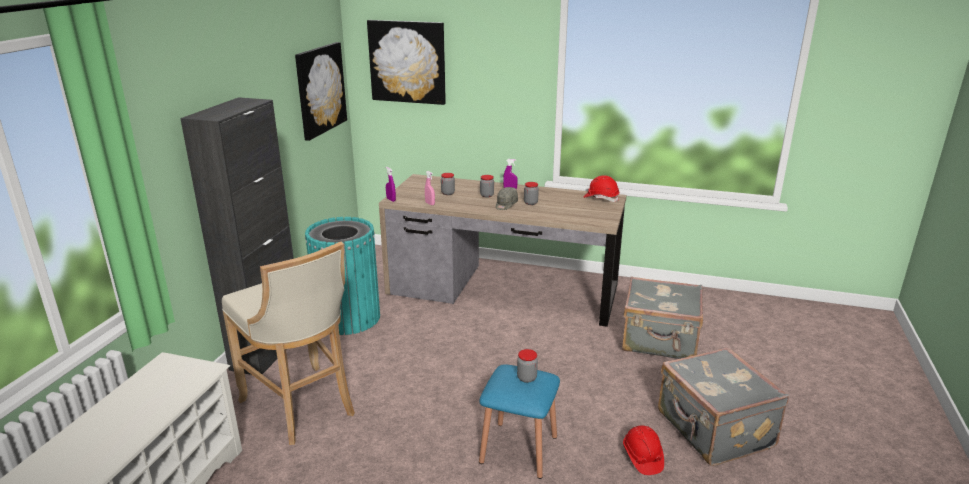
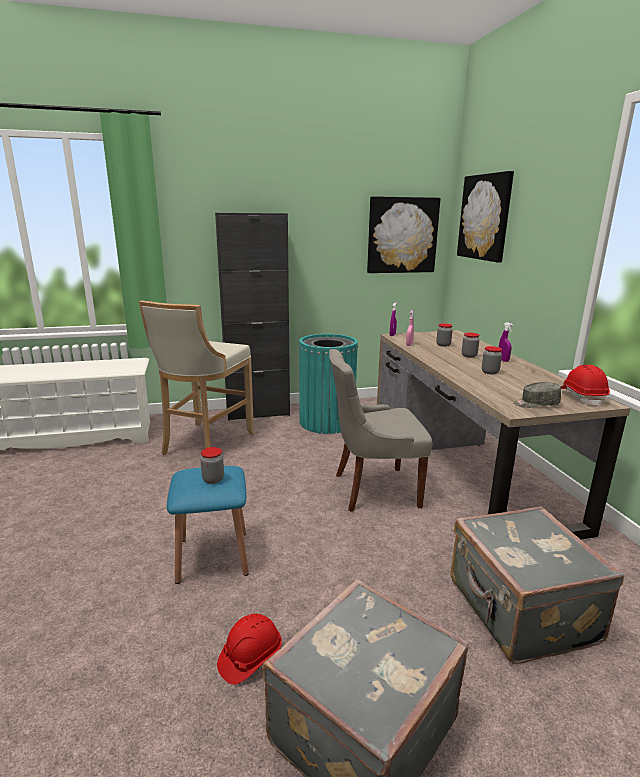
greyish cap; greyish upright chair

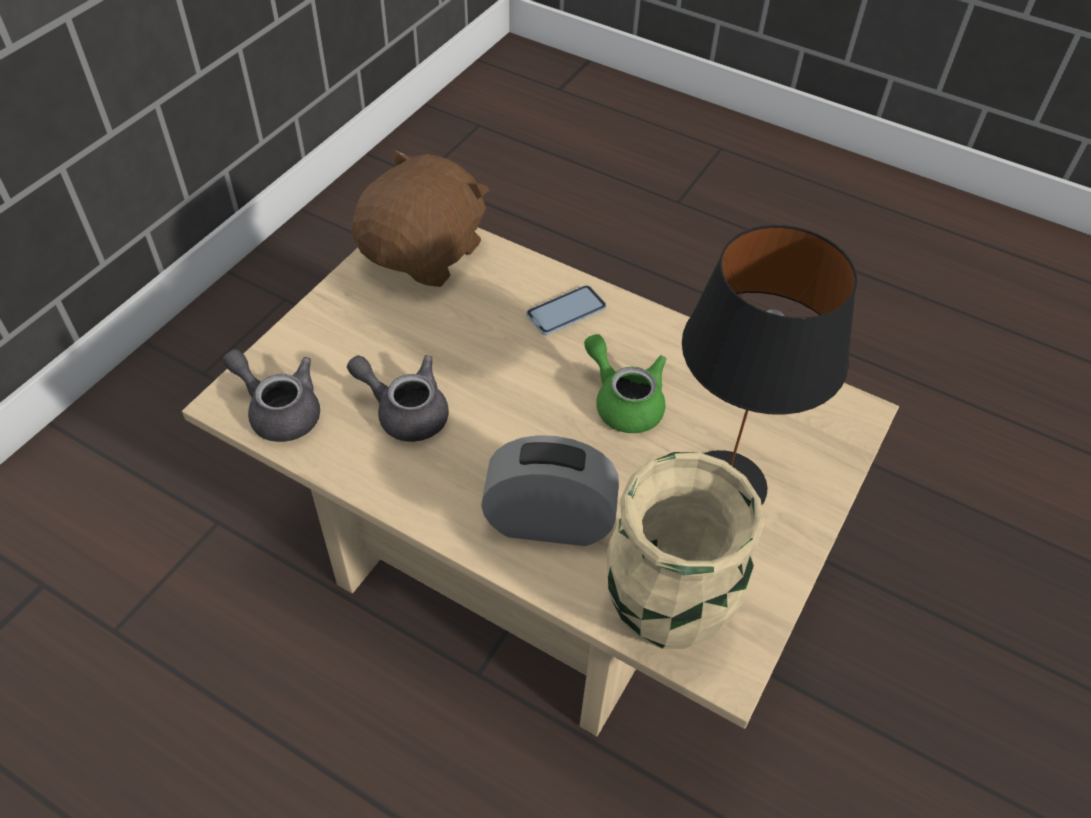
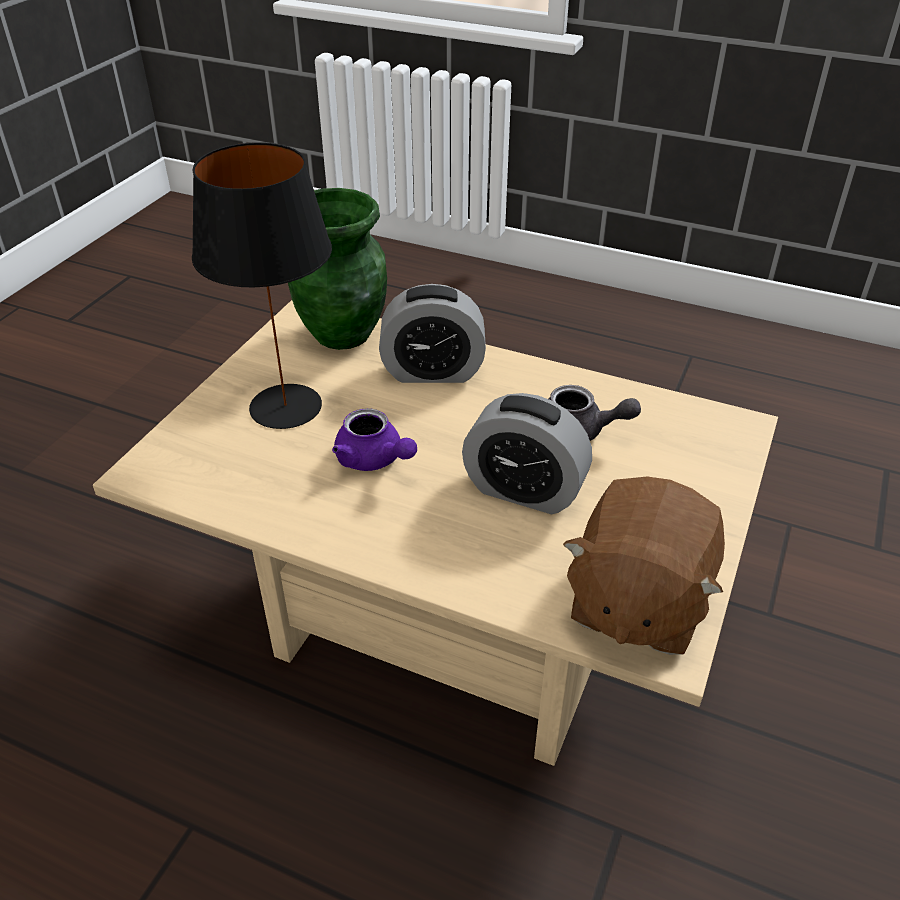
phone; purplish pot for tea; greyish pot for tea (no. 1 from left in the first image); green vase; alarm clock (no. 2 from left)

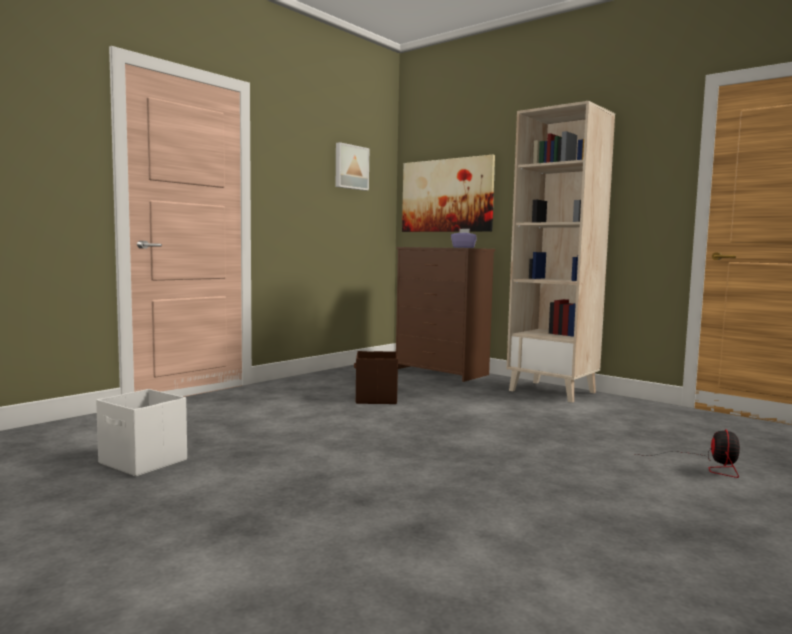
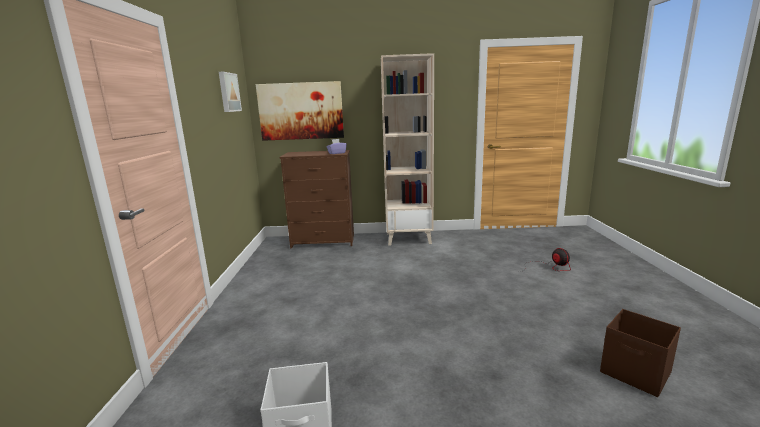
brownish storage container

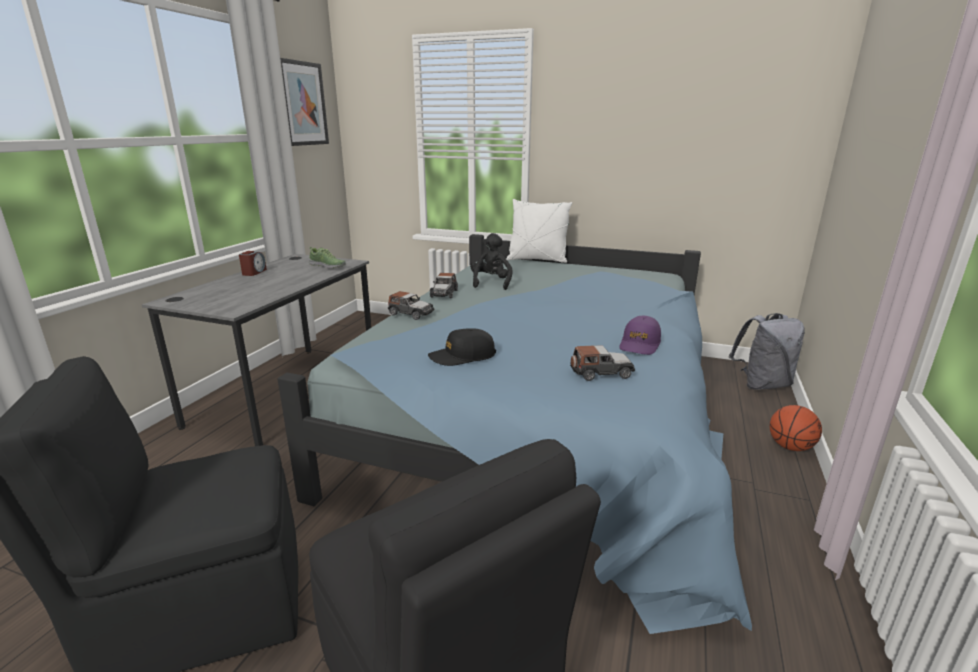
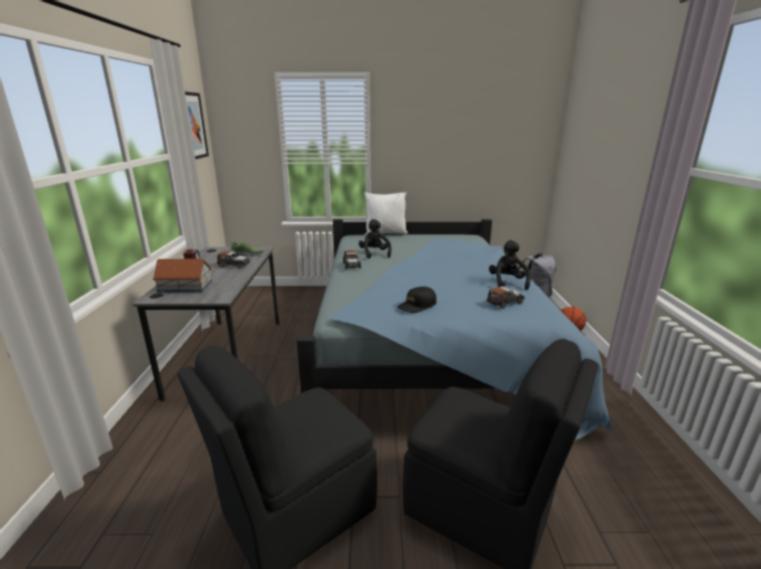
toy car (no. 1 from left); black soft toy (no. 2 from left); toy house

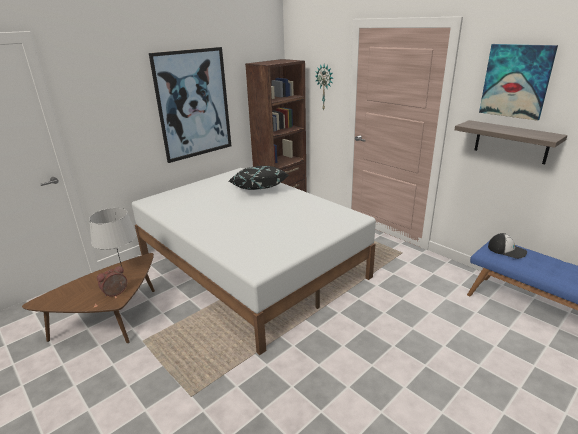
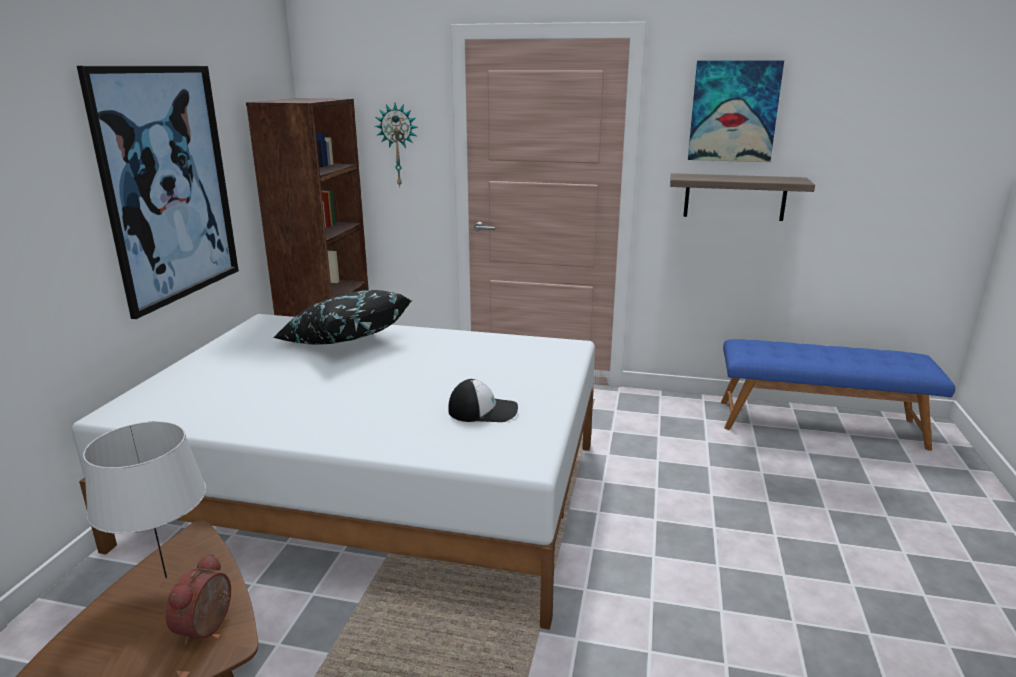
cap

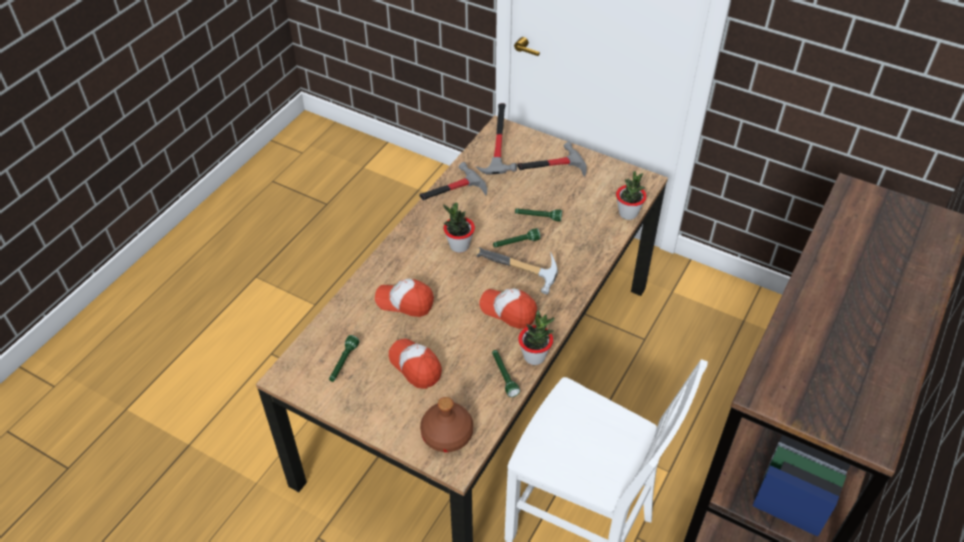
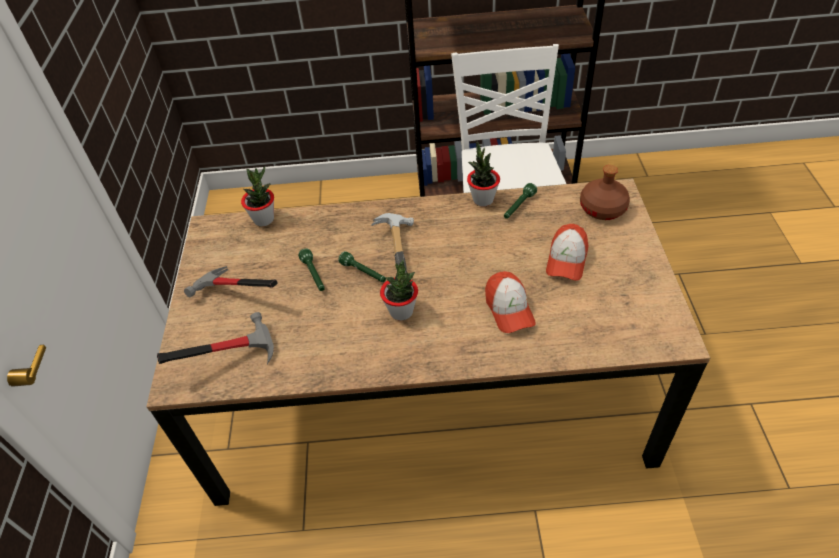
hammer (no. 1 from left in the first image); cap (no. 3 from left in the first image); green hand torch (no. 1 from left in the first image)

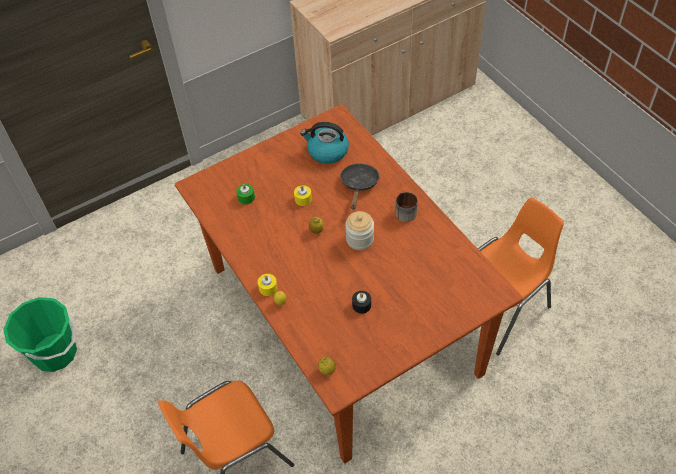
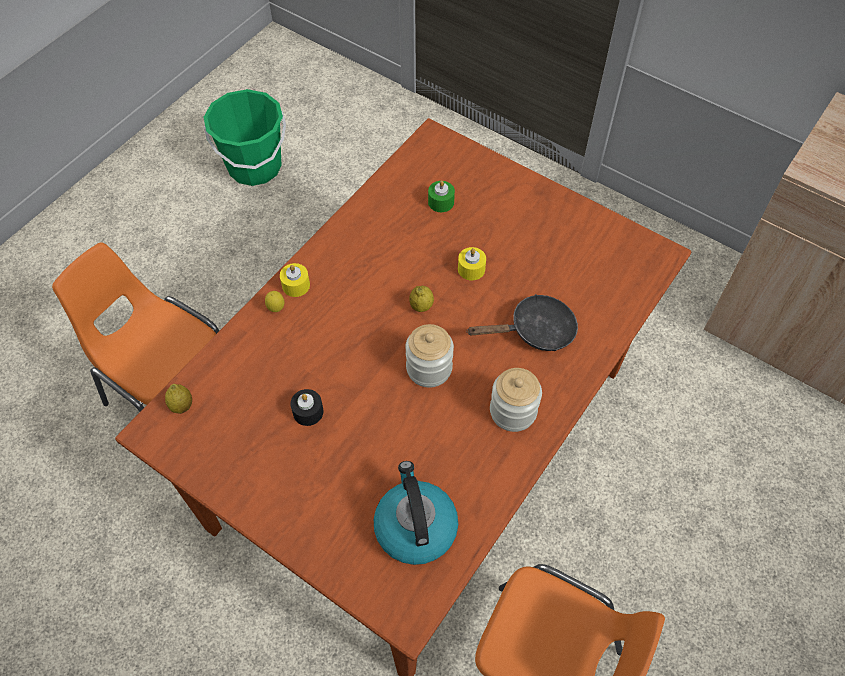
tea kettle; storage jar (no. 2 from left)

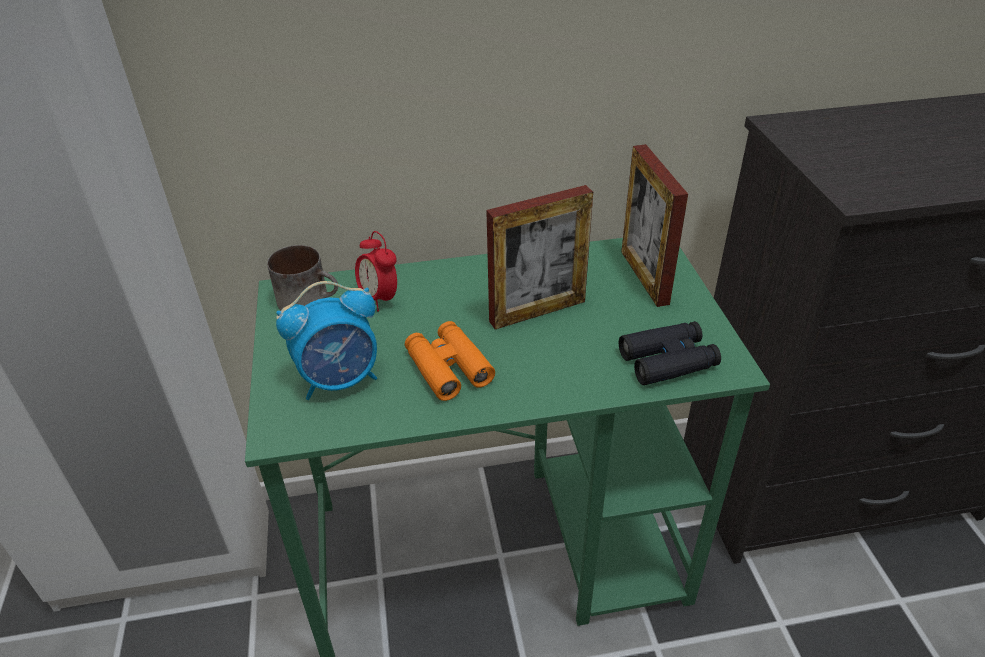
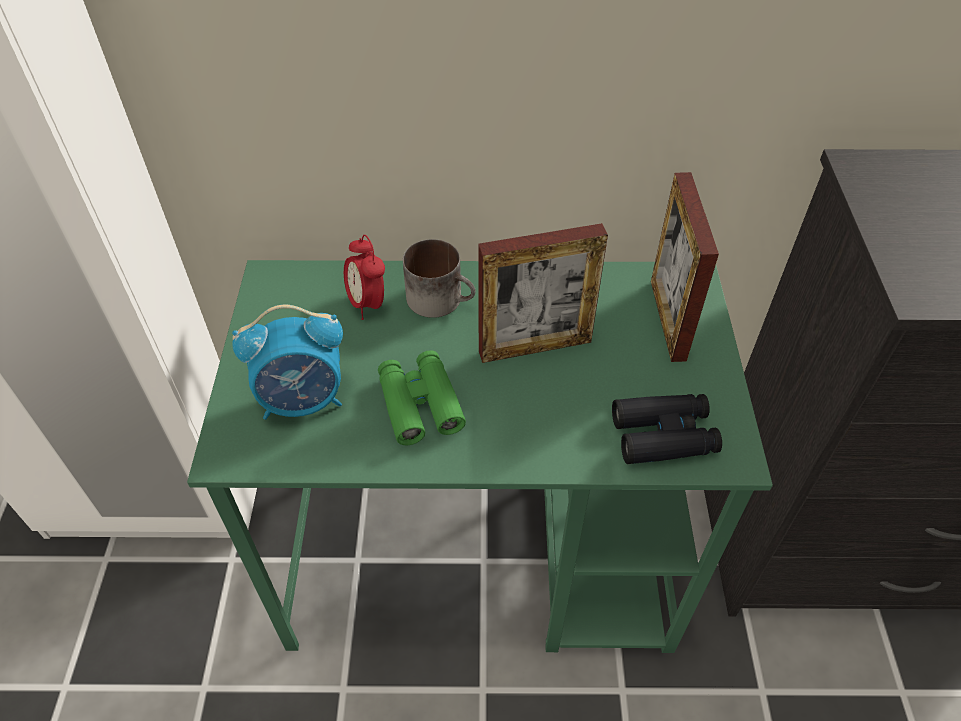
tea mug; green pair of binoculars

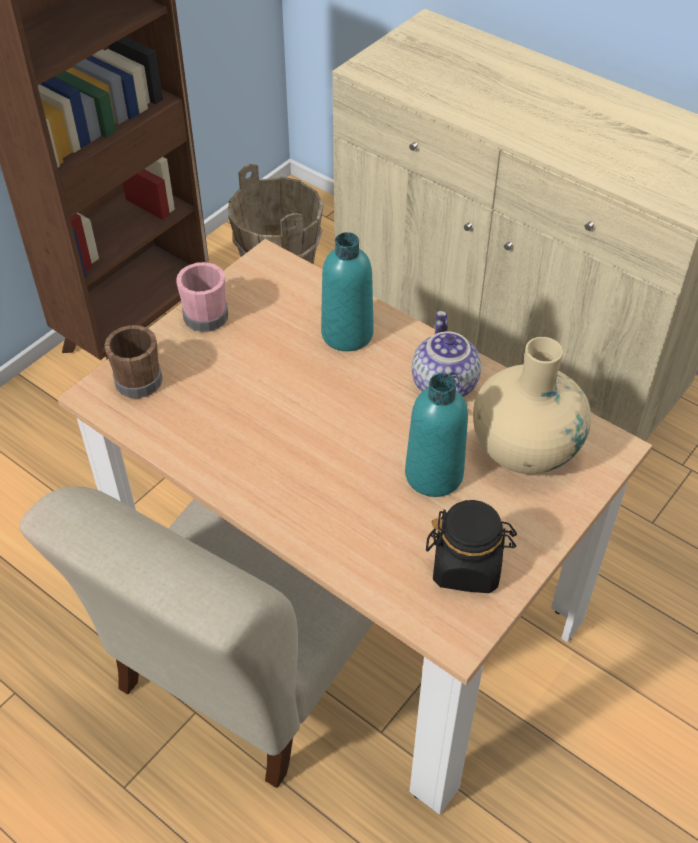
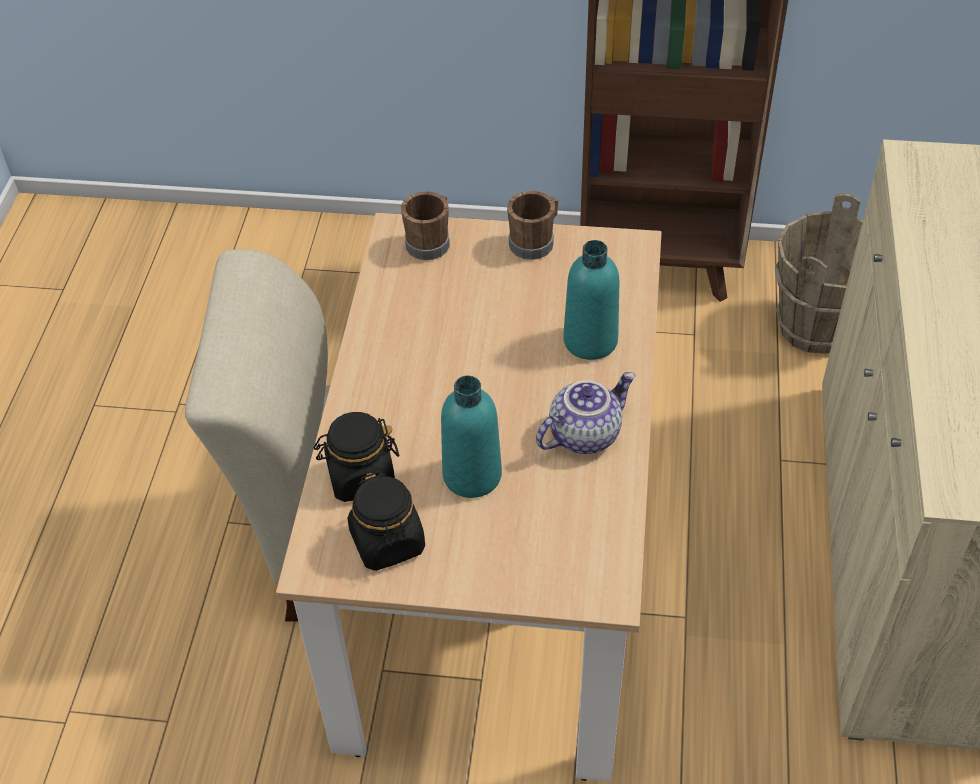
brownish tea mug (no. 2 from left); sand-coloured vase; black storage jar (no. 1 from left)

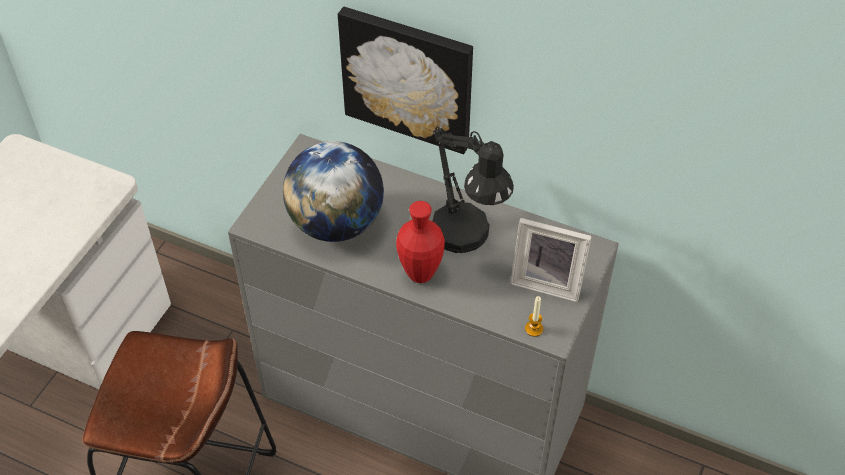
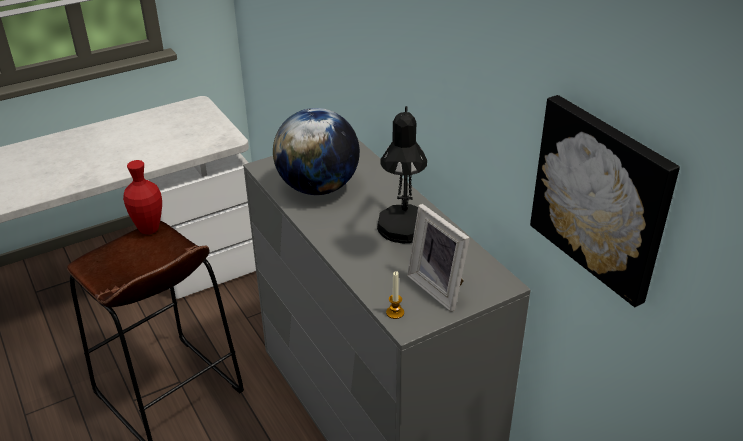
picture; red vase

